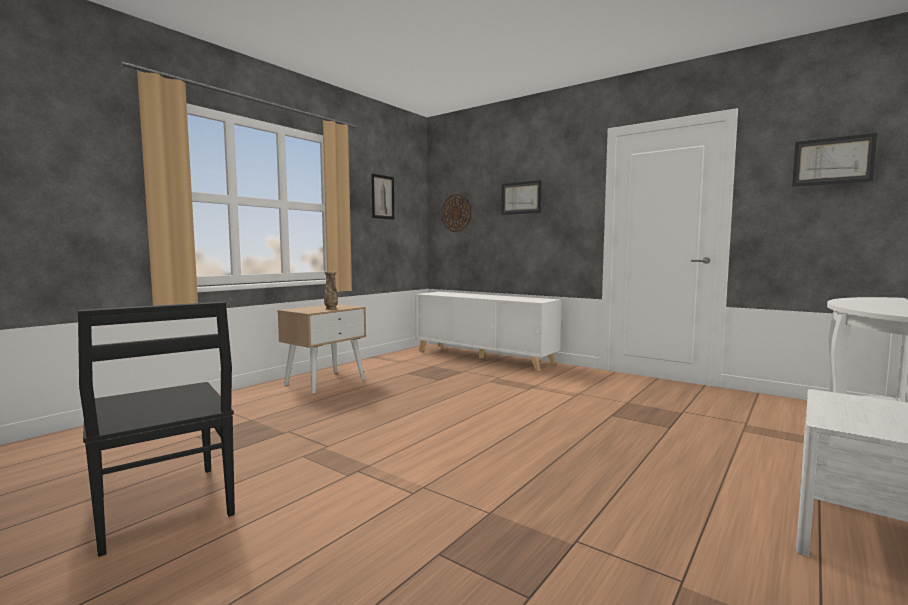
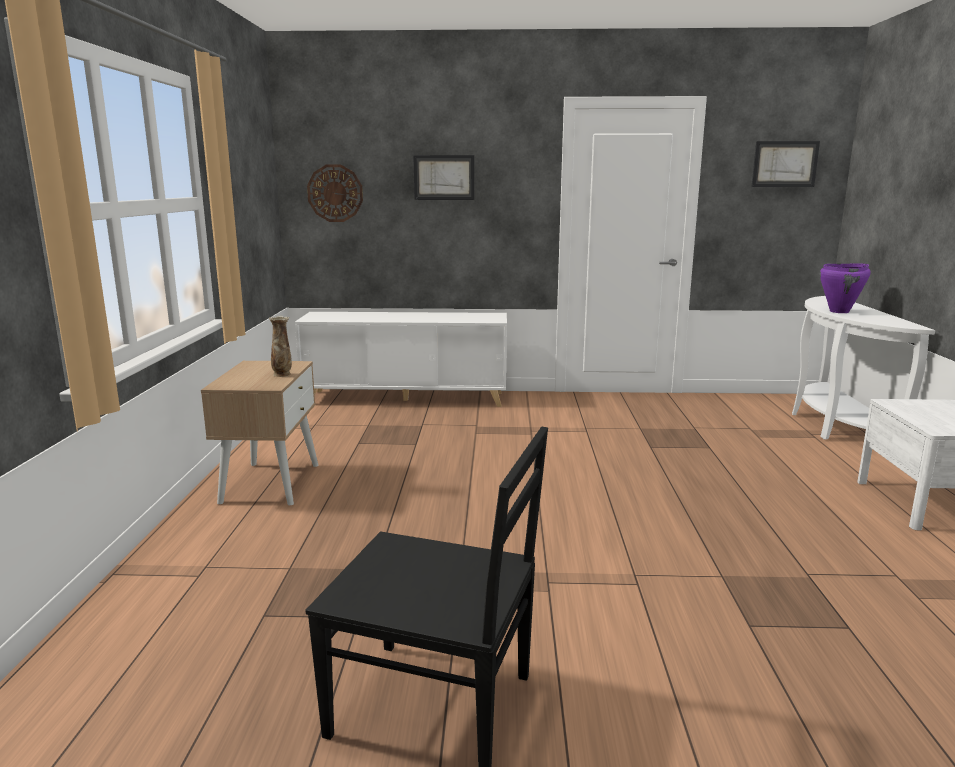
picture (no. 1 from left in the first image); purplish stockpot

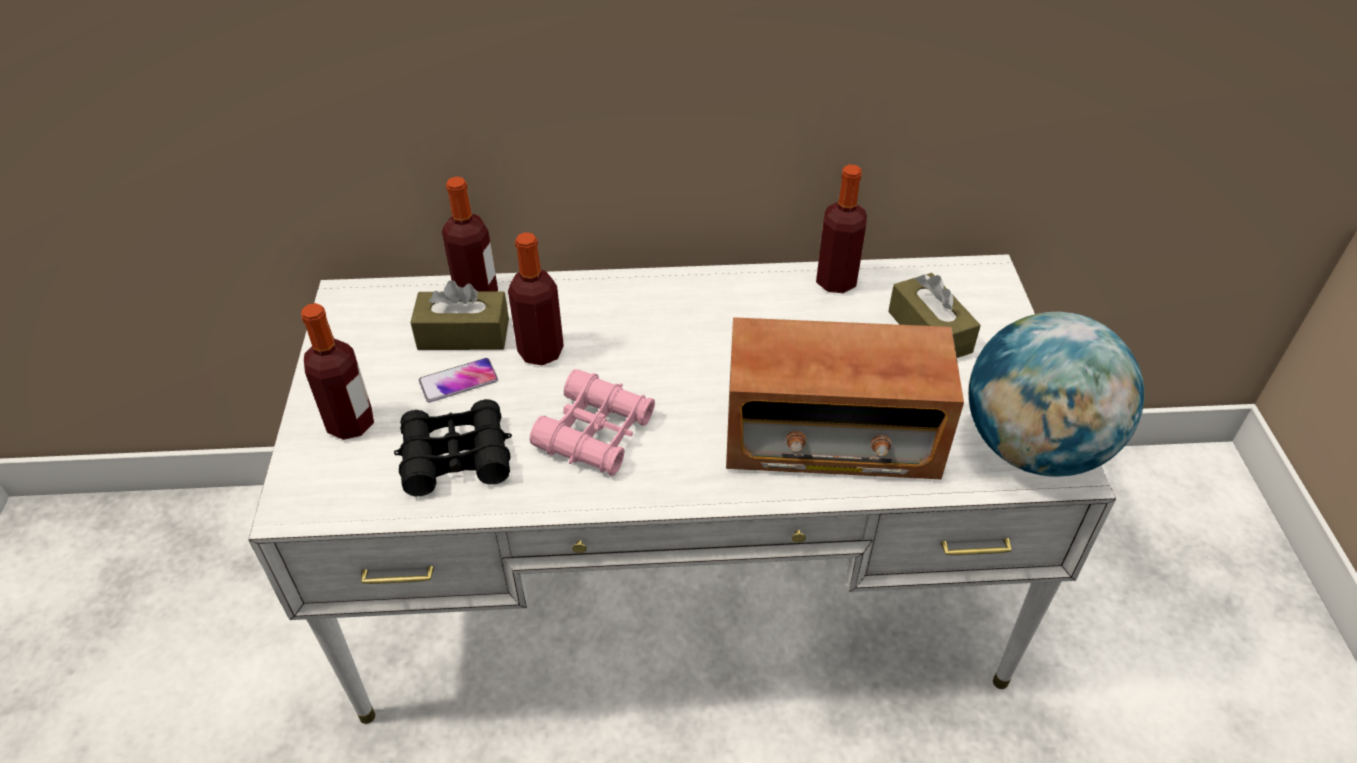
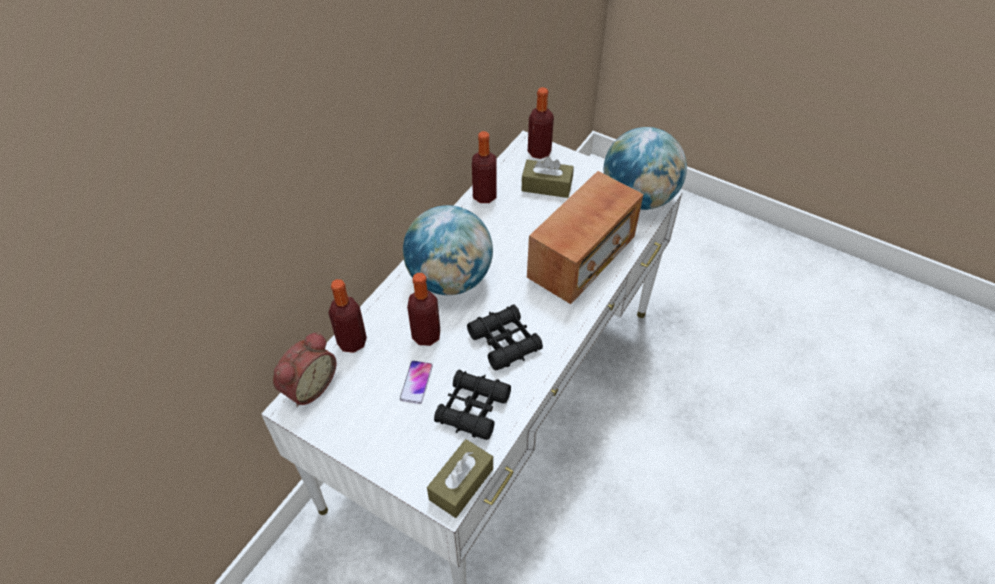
brownish tissue holder (no. 1 from left); beverage bottle (no. 4 from left); black pair of binoculars (no. 2 from left); desk globe (no. 1 from left); alarm clock

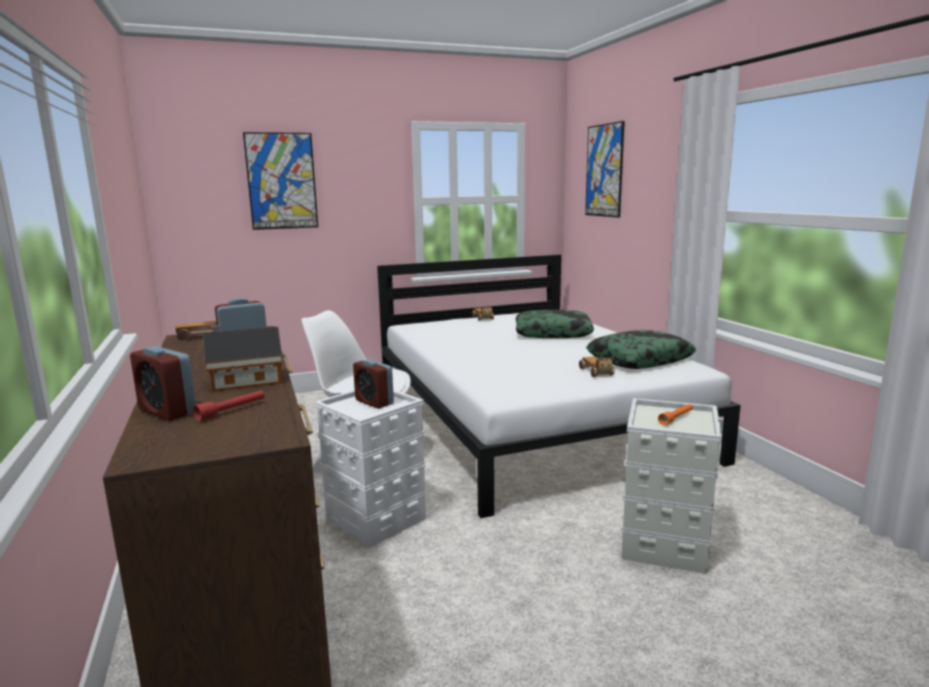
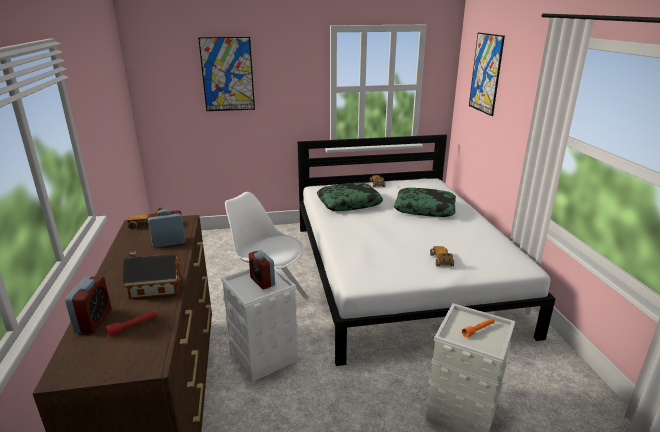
pillow (no. 1 from left); alarm clock (no. 1 from left)

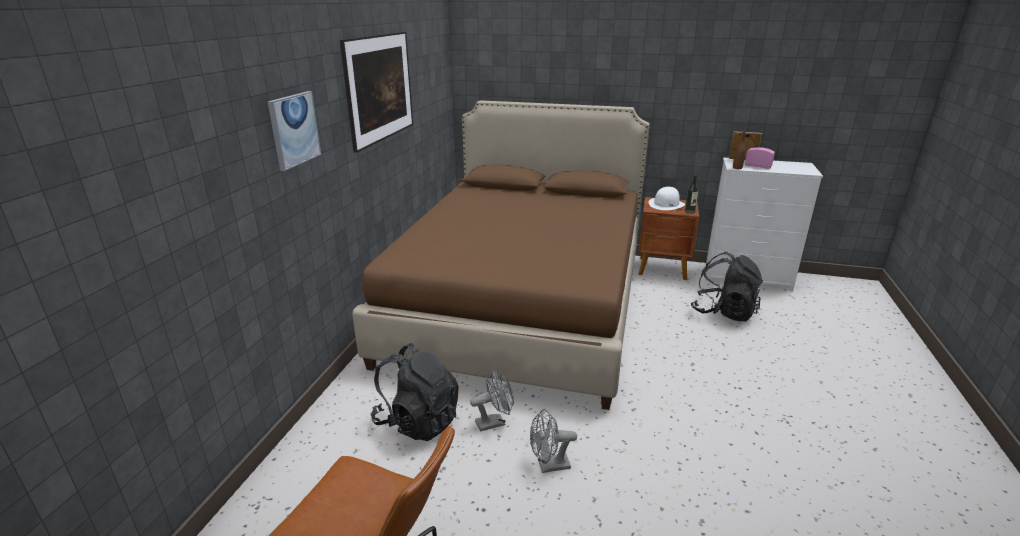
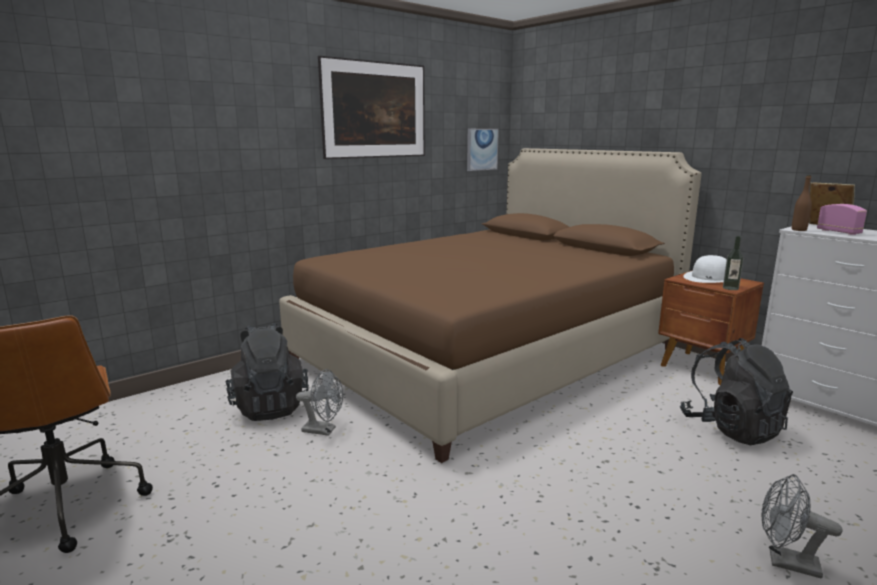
picture (no. 2 from left); greyish fan (no. 2 from left)

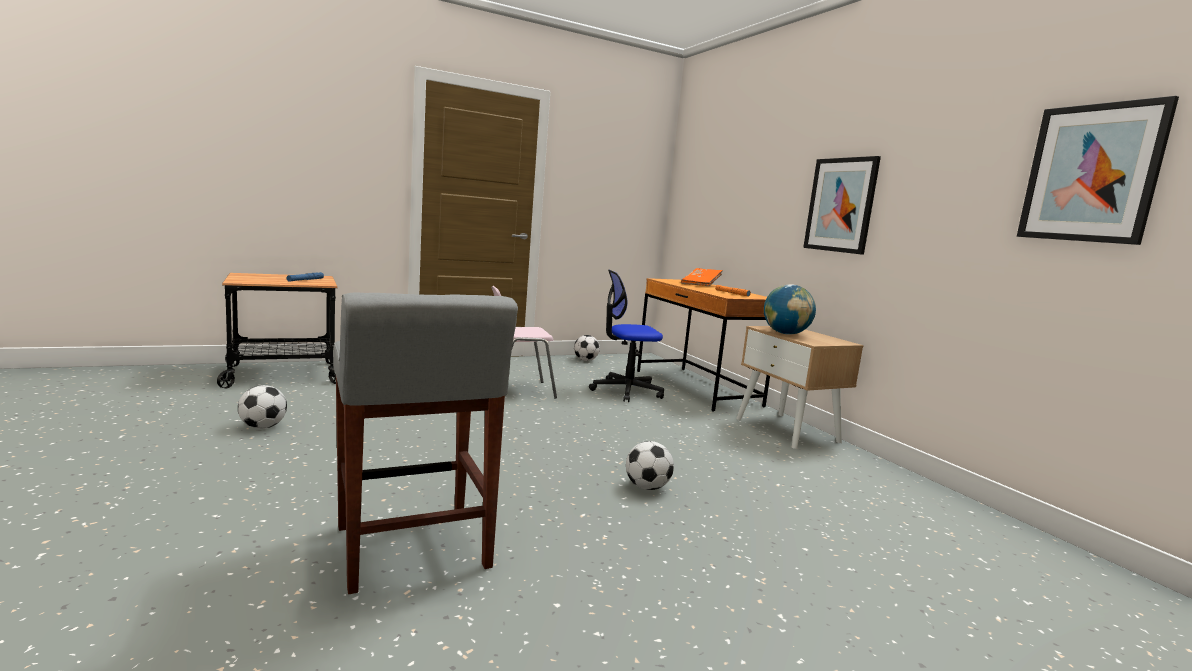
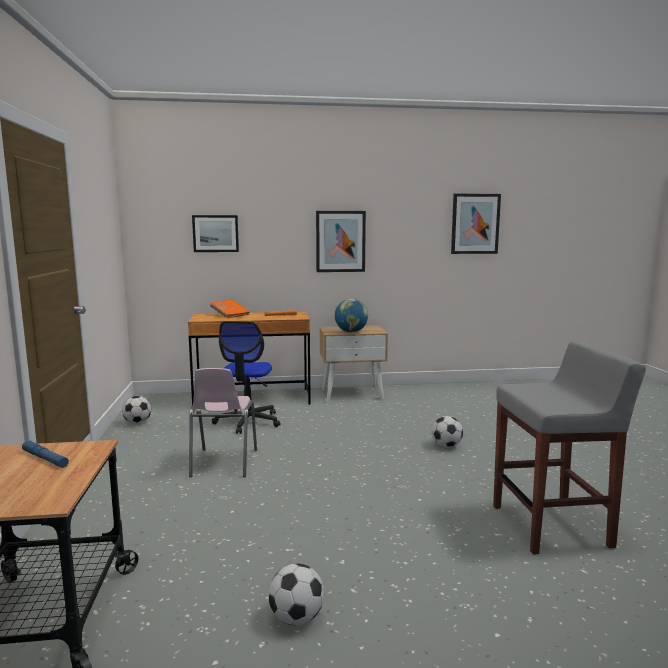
picture (no. 1 from left)

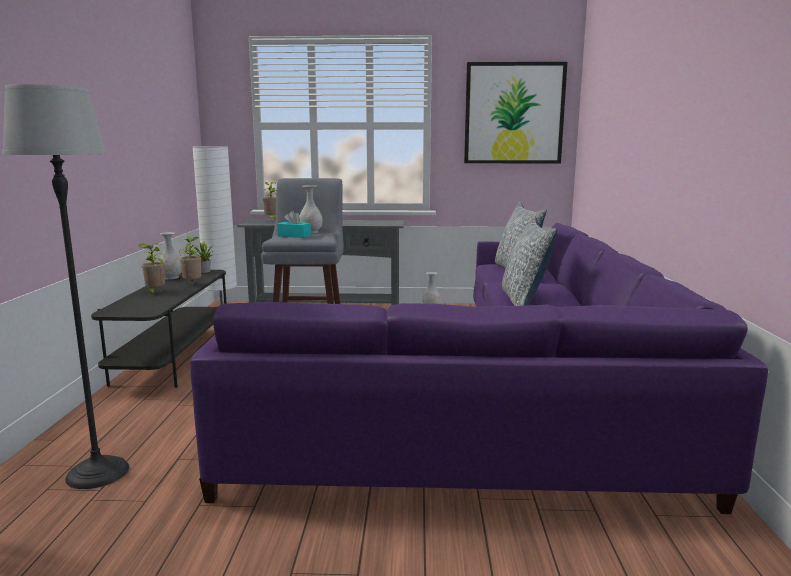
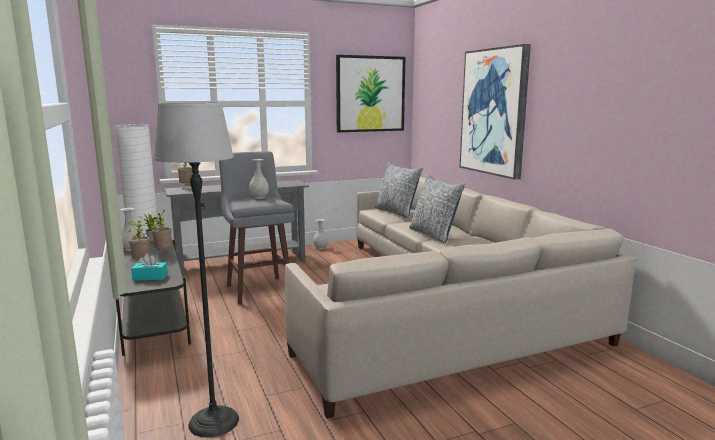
turquoise tissue holder; sand-coloured sofa; picture (no. 2 from left)

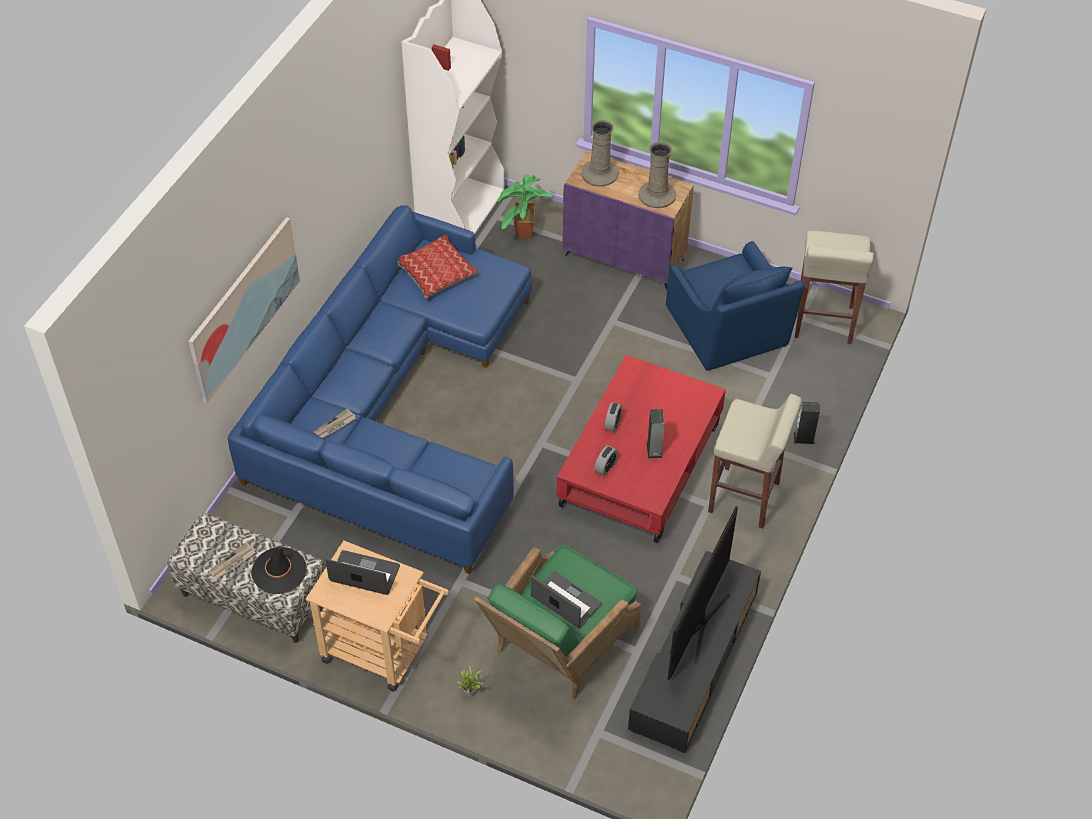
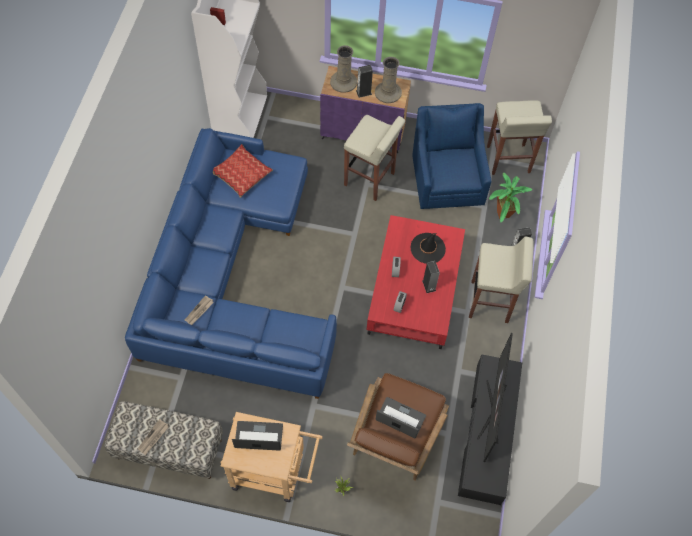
plant in a pot (no. 2 from left); picture; bluish easy chair; brownish easy chair; black hat; audio speaker (no. 1 from left); sand-coloured stool seat (no. 1 from left)

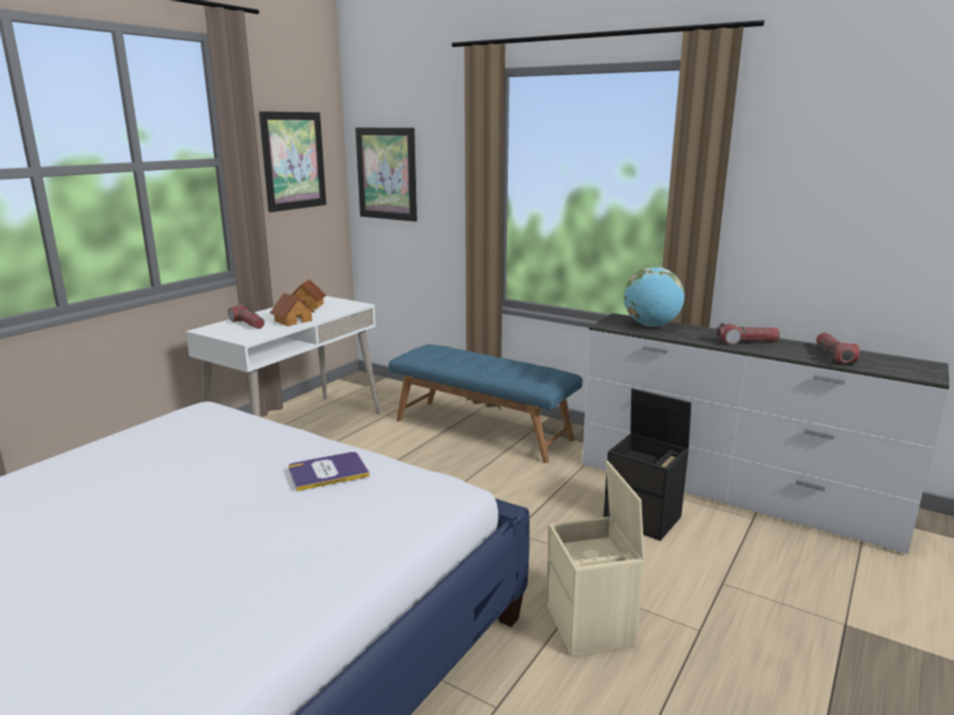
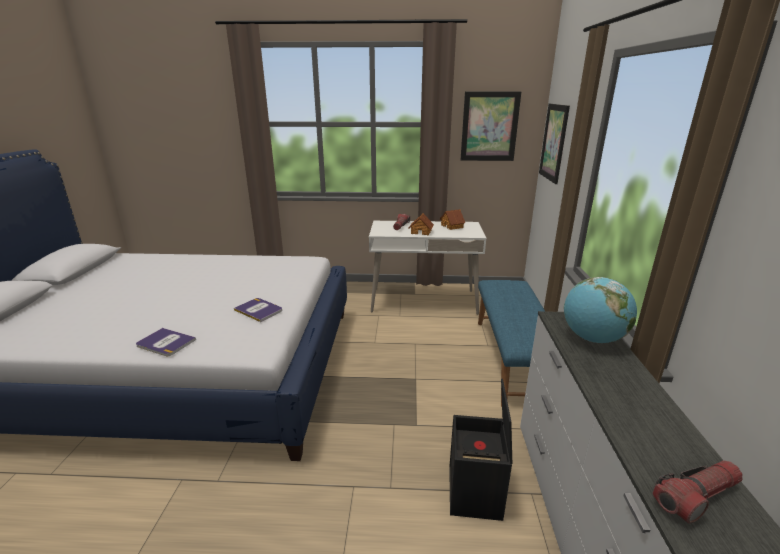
hand torch (no. 2 from left in the first image); sand-coloured storage container; bound book (no. 1 from left)

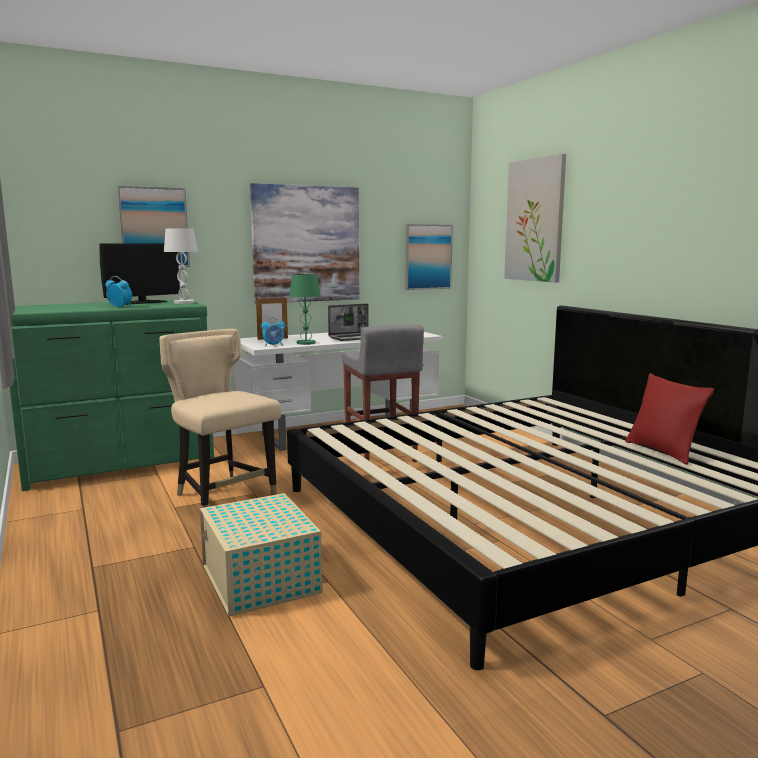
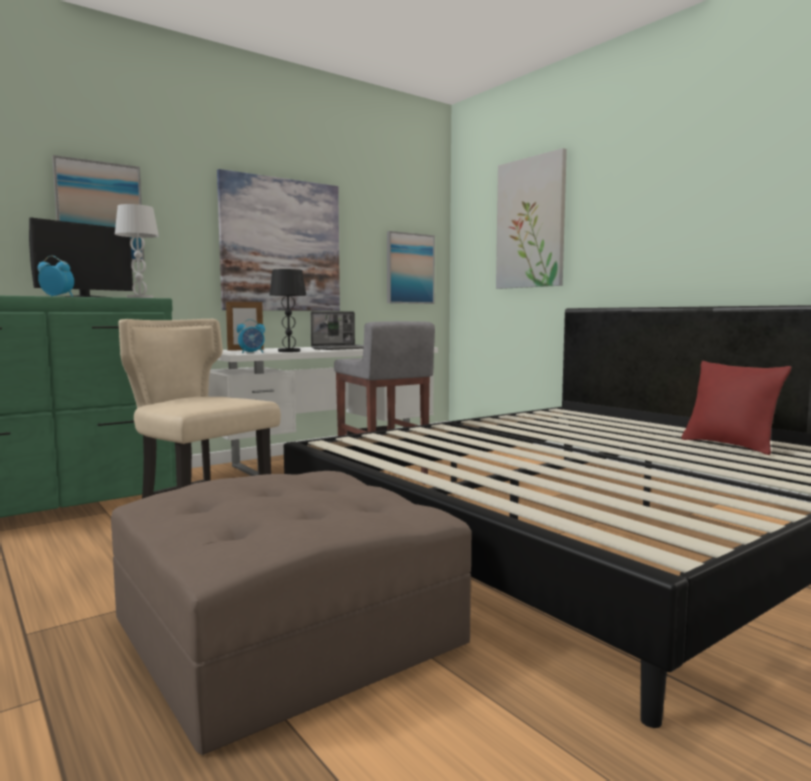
black table lamp; brownish footrest

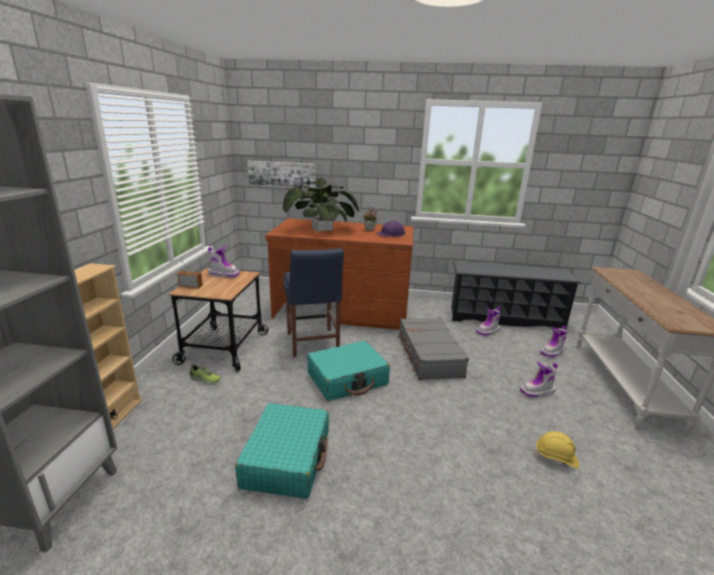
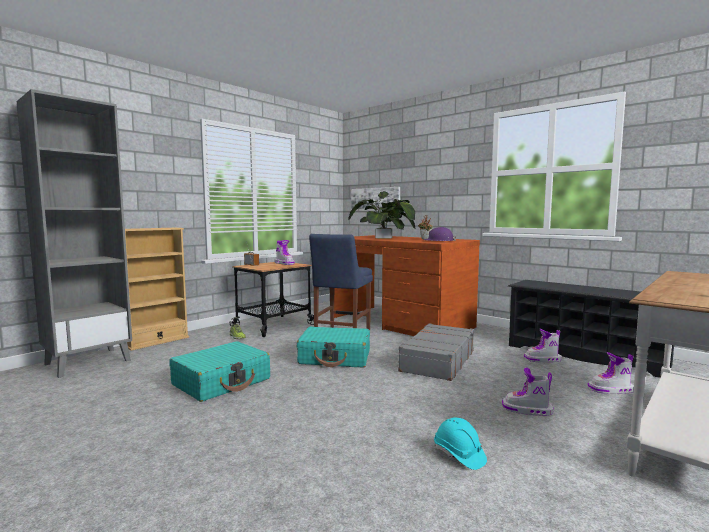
turquoise work helmet

